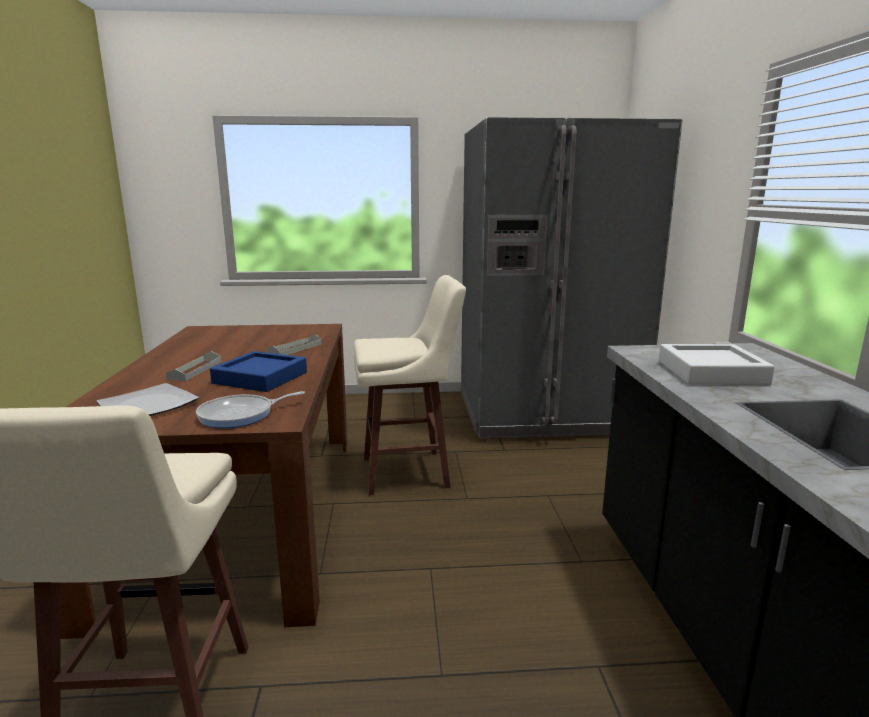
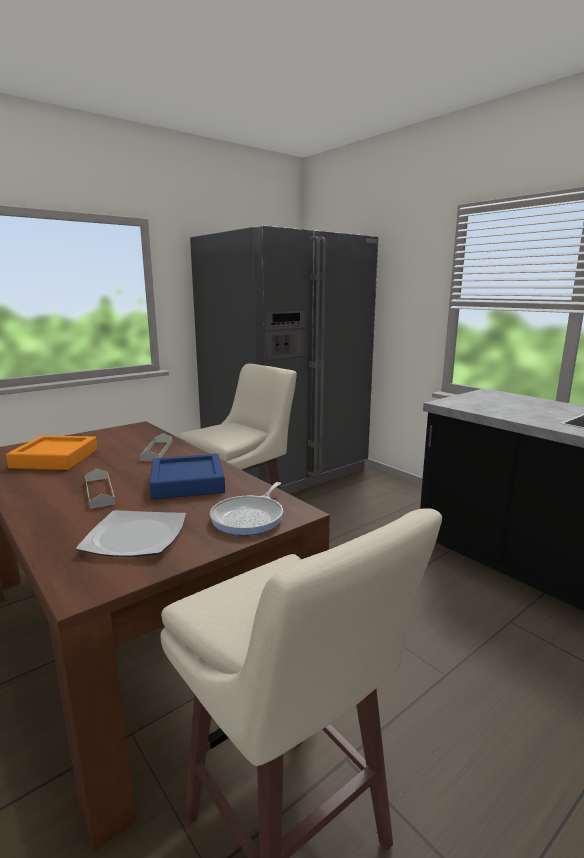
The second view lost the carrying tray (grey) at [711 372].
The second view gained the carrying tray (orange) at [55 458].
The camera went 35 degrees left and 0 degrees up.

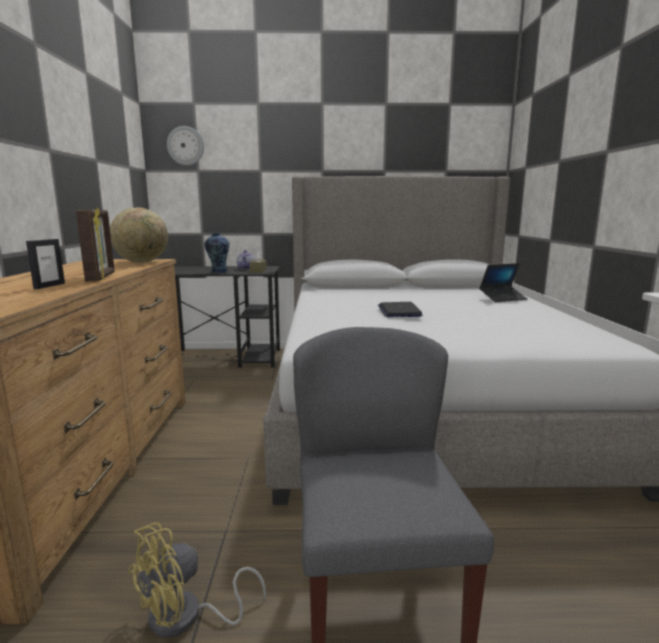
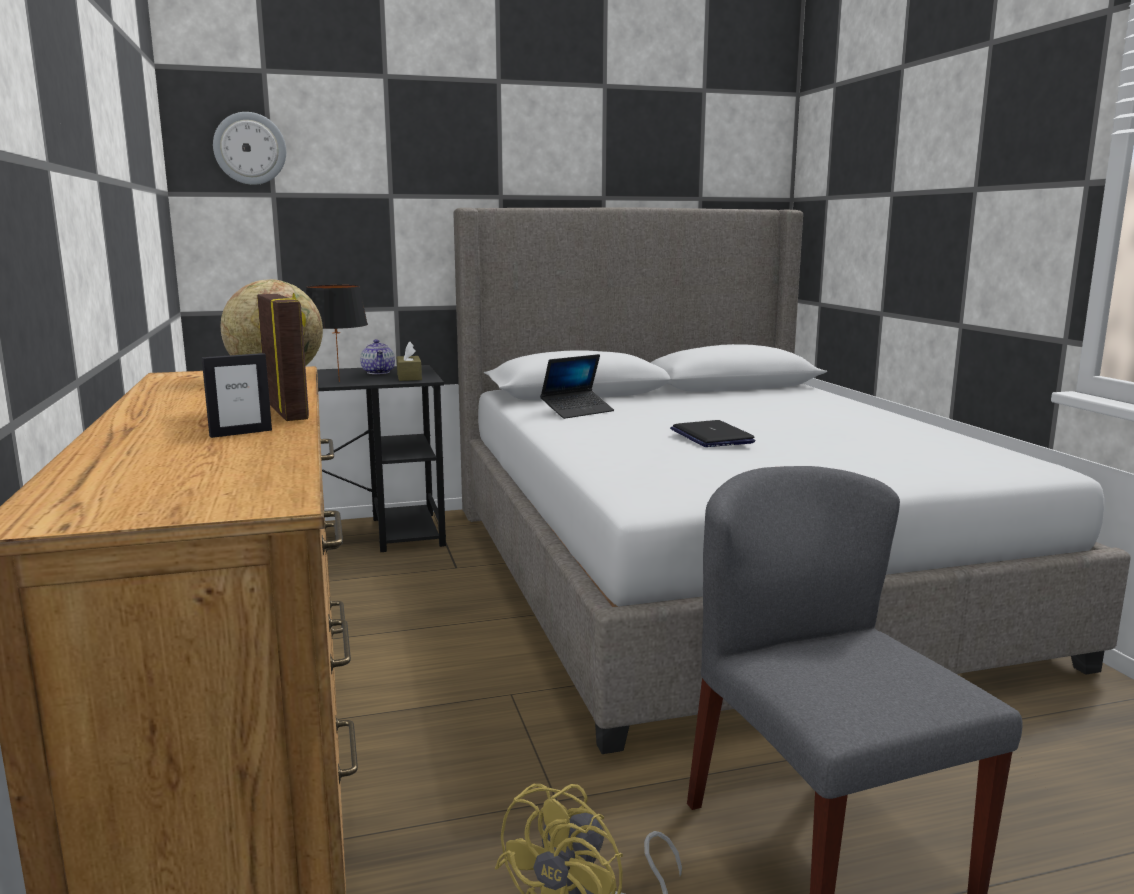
The photo frame at [49 286] ended up facing another way, 60 degrees clockwise from before.
Where the decorative vase stood at [218 272], the lamp for a table (black) came to stand at [338 381].
The notebook computer ended up elsewhere, having gone from [502 298] to [577 411].
The camera went 15 degrees left and 0 degrees up.

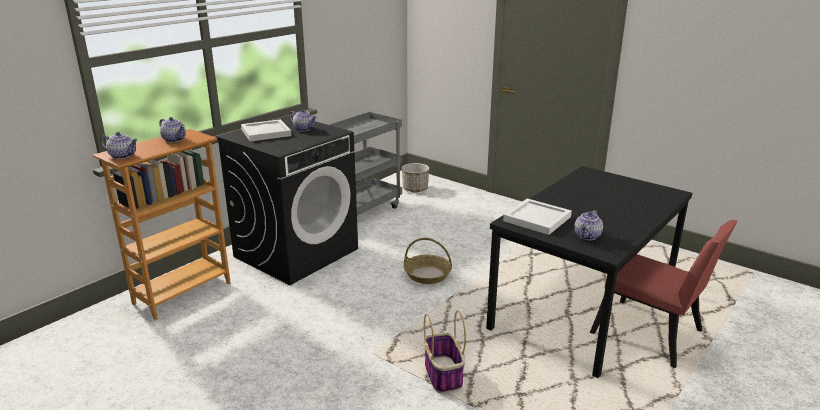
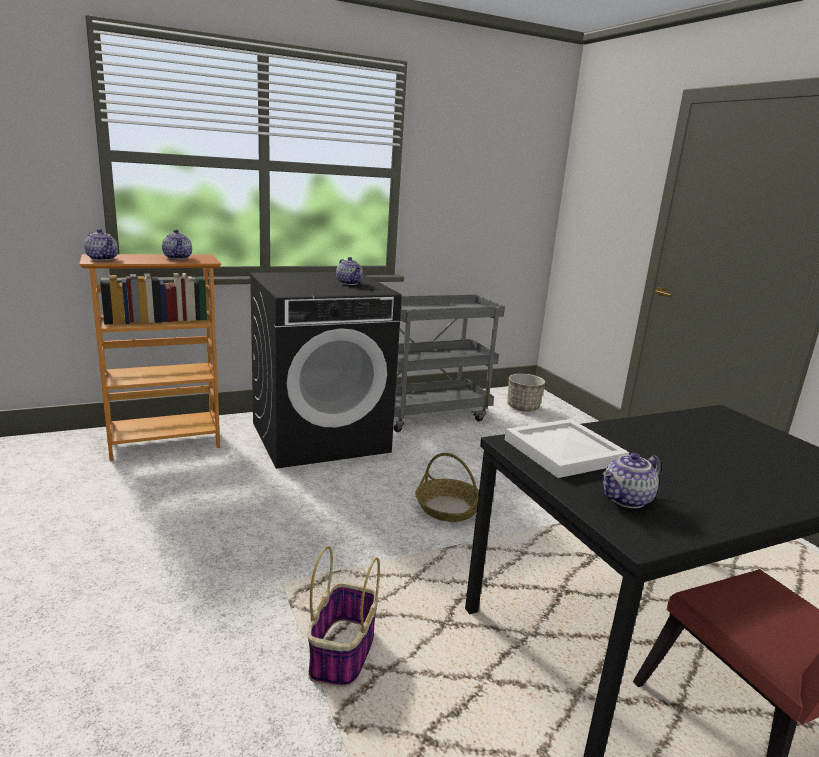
The second view lost the carrying tray (white-coloured) at [265 132].
The camera went 25 degrees right and 5 degrees down.

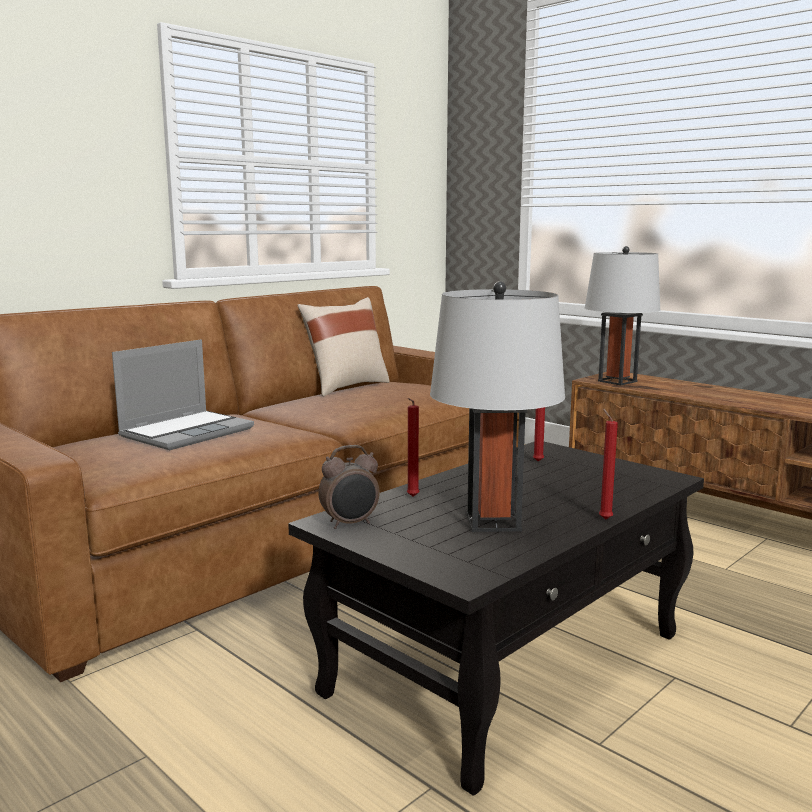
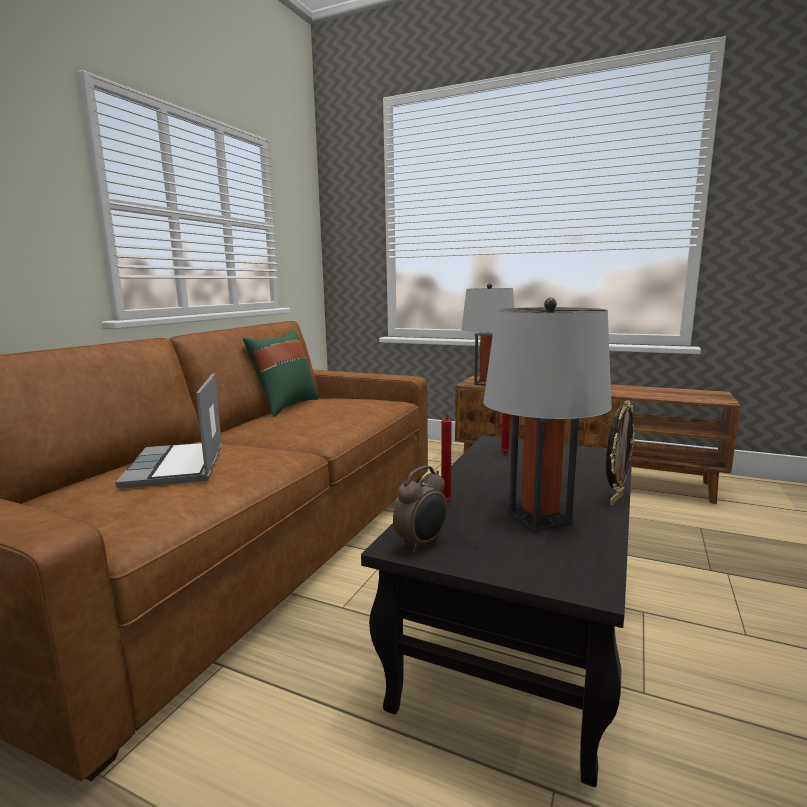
The notebook computer at [187 432] ended up facing another way, 150 degrees clockwise from before.
What was the pillow (sand-coloured) at [345 387] turned into the pillow (green-coloured) at [285 406].
Where the candle (reddish) stood at [603 518], the photo frame came to stand at [615 499].
The camera went 20 degrees left and 0 degrees up.

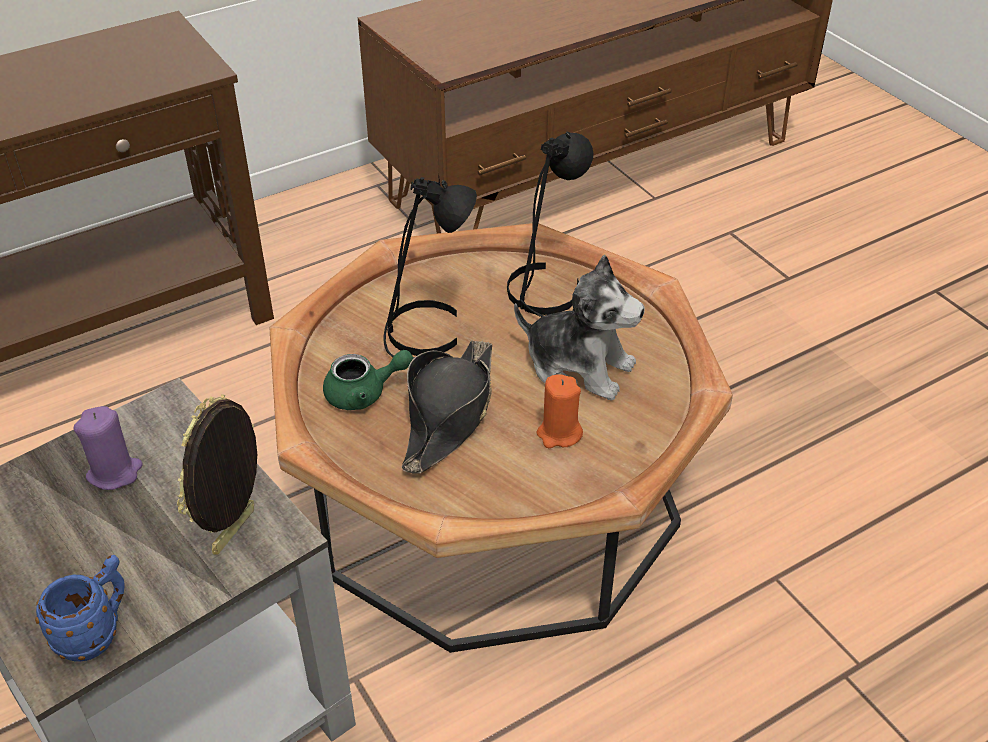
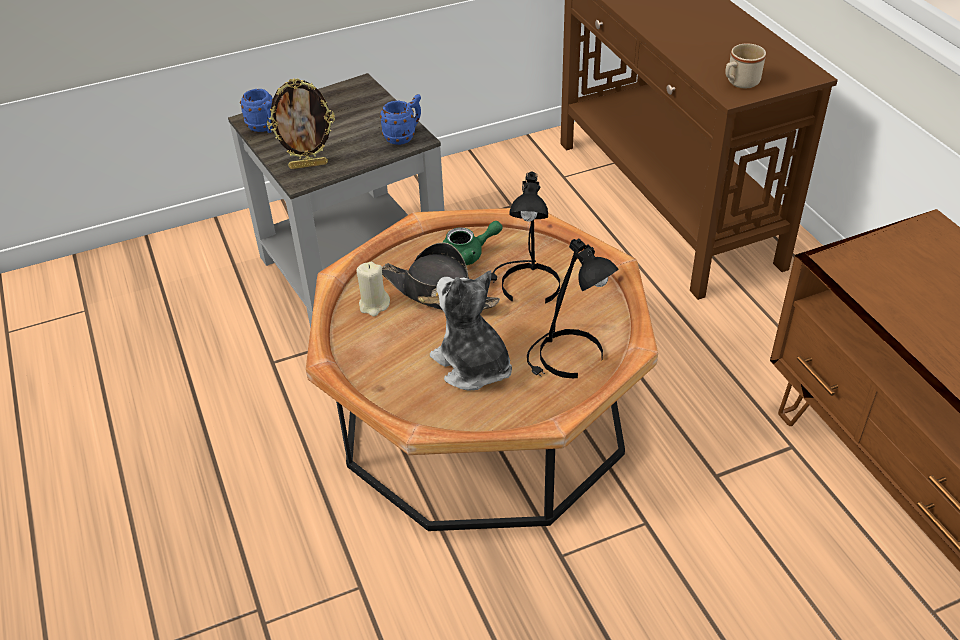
The second view lost the candle (purple) at [115 472].
The photo frame at [236 532] ended up facing another way, 135 degrees clockwise from before.
The pot for tea (green-coloured) at [364 393] ended up facing another way, 105 degrees counterclockwise from before.
The plush toy at [579 367] ended up facing another way, 105 degrees clockwise from before.
The second view lost the candle (orange) at [559 433].
The second view gained the candle (sand-coloured) at [374 305].
The second view gained the tea mug (bluish) at [404 136].
The second view gained the tea mug (sand-coloured) at [739 83].
The camera went 100 degrees right and 0 degrees up.

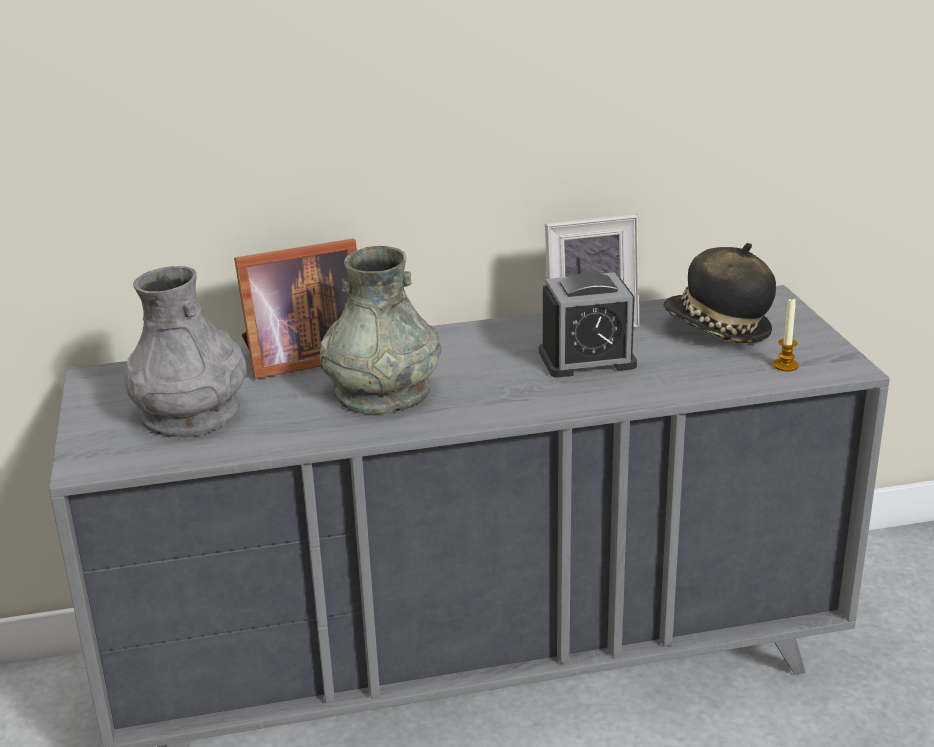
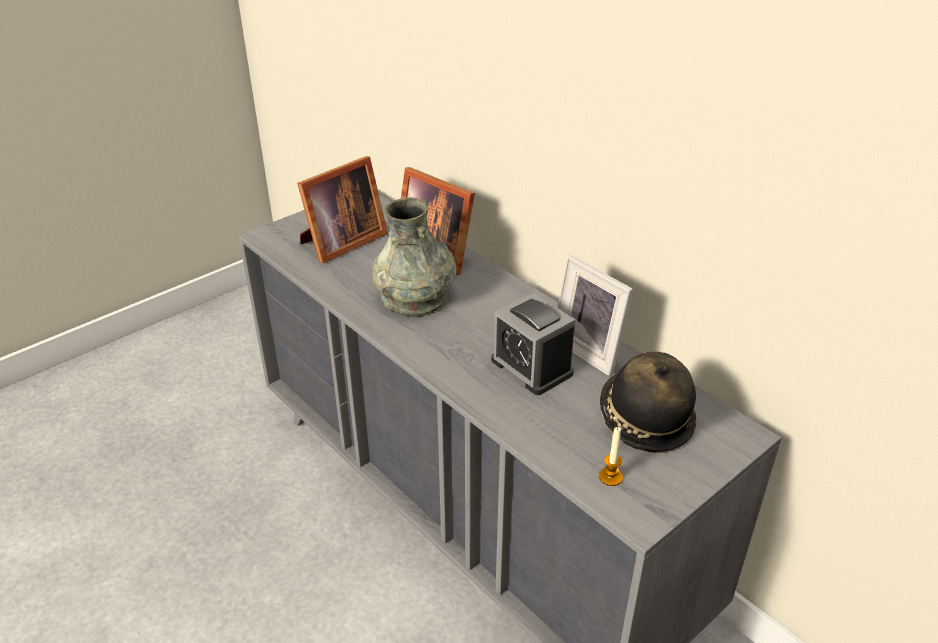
Where the decorative vase (grey) stood at [191 413], the photo frame came to stand at [340 243].
The camera went 60 degrees right and 10 degrees up.

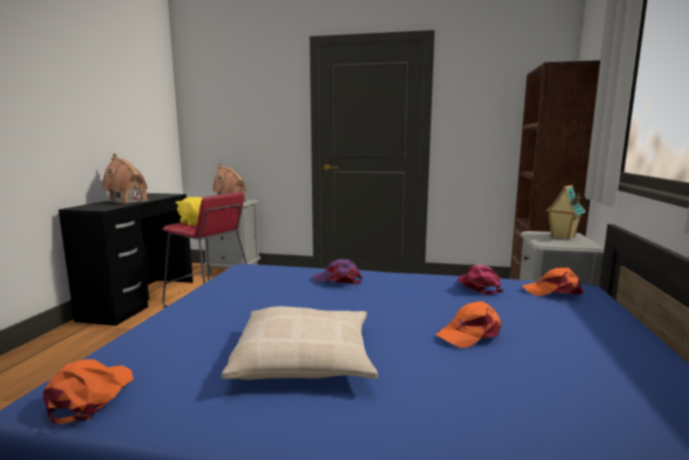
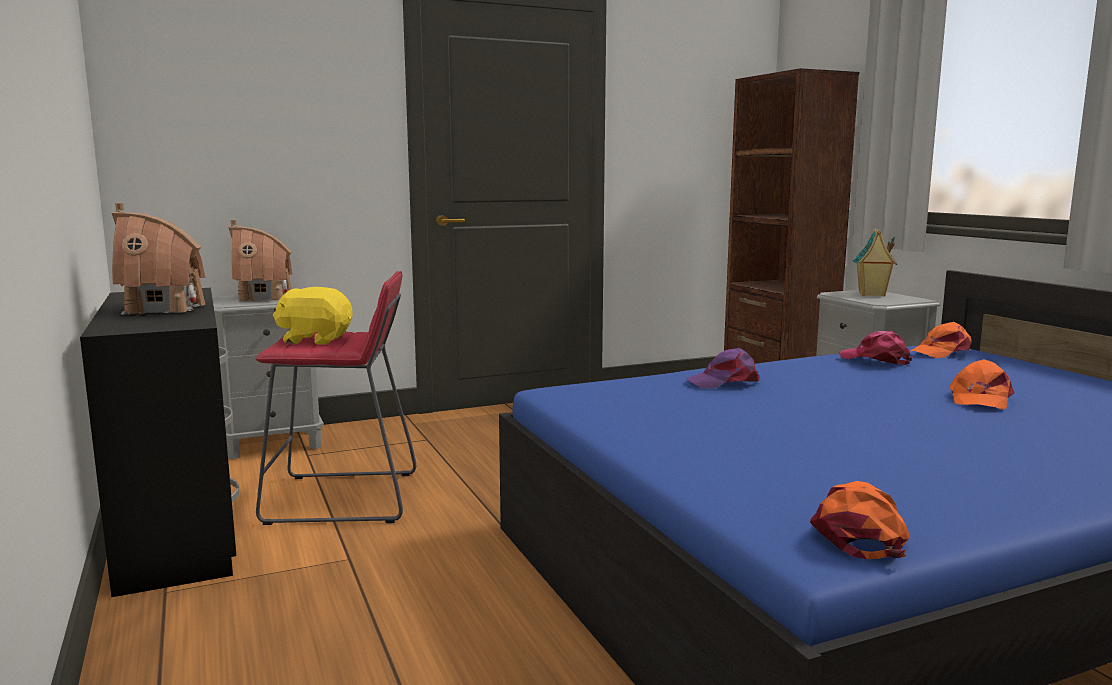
The peaked cap (orange) at [91 396] ended up facing another way, 45 degrees clockwise from before.
The second view lost the pillow (sand-coloured) at [305 359].
The camera went 35 degrees left and 0 degrees up.

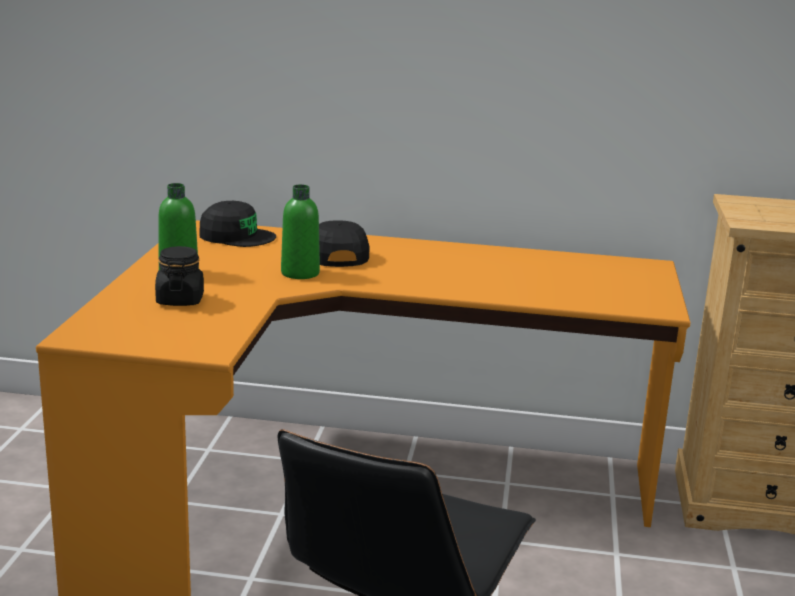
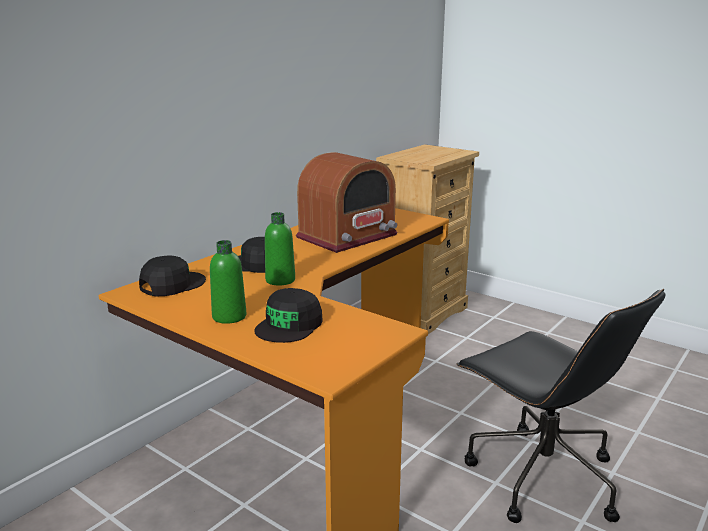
Where the storage jar (black) stood at [180 300], the peaked cap (black) came to stand at [289 325].
The second view gained the radio receiver at [347 236].
The camera went 60 degrees left and 0 degrees up.

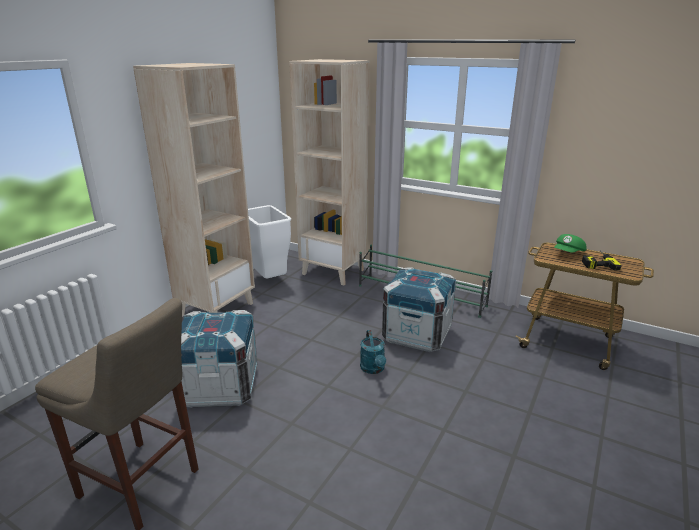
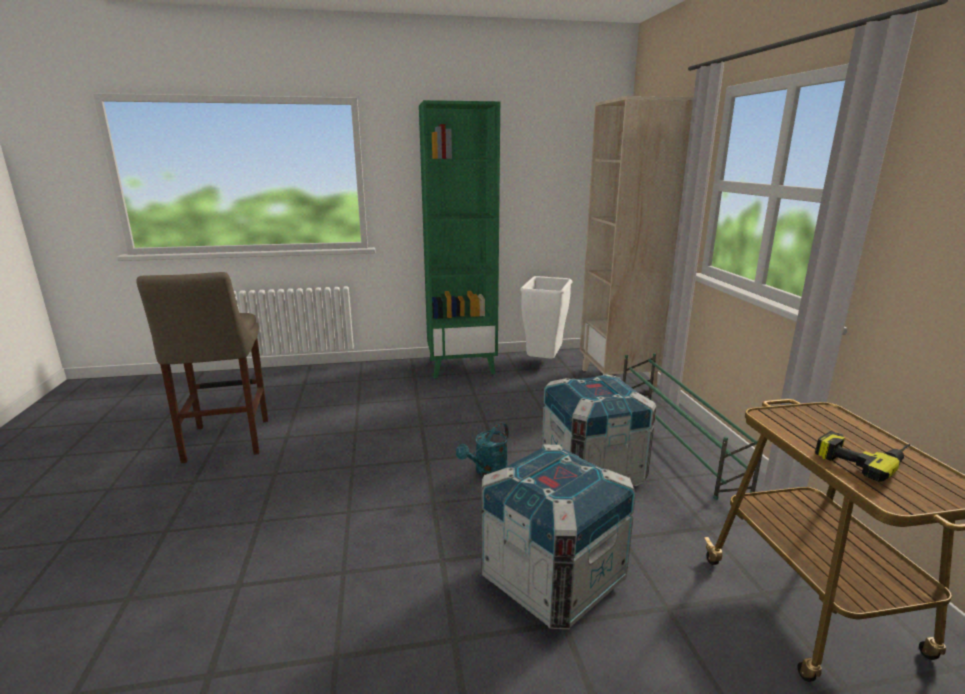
What was the bookshelf (sand-coloured) at [216 309] turned into the bookshelf (green-coloured) at [461 366].
The packing crate ended up elsewhere, having gone from [220 387] to [552 578].
The second view lost the peaked cap (green-coloured) at [568 253].
The camera went 50 degrees right and 5 degrees down.

